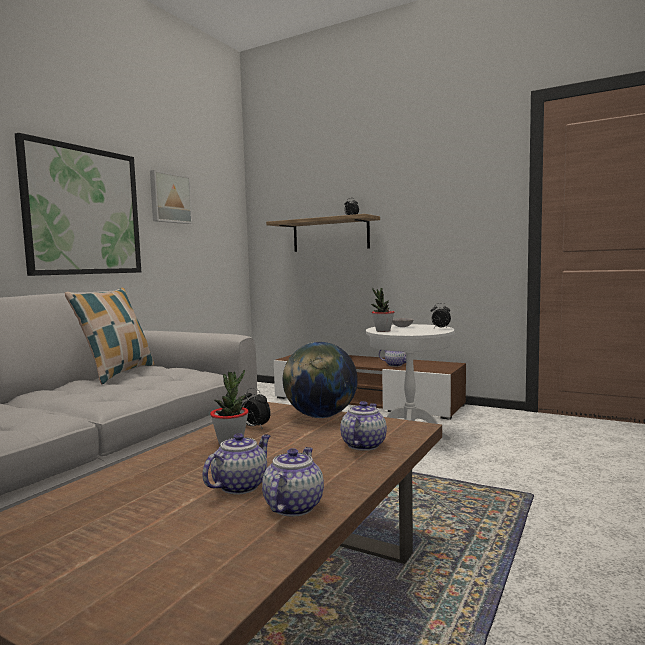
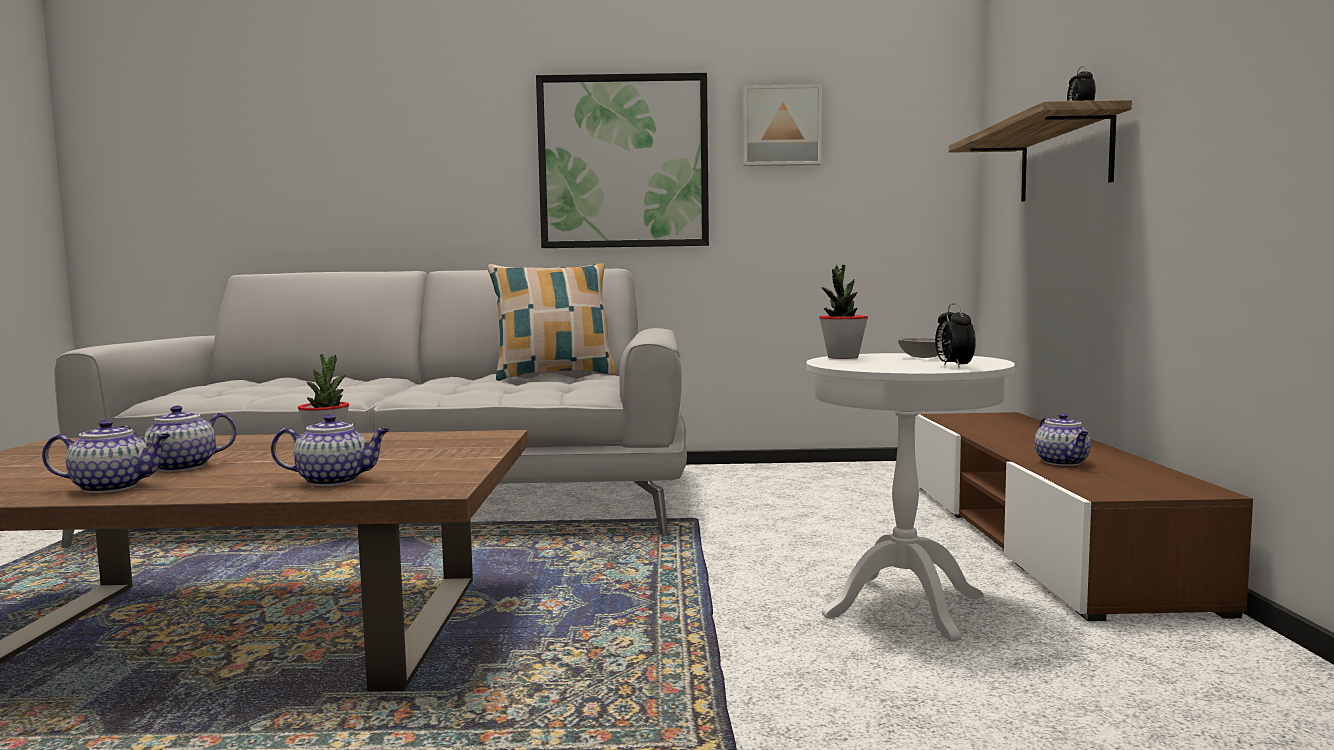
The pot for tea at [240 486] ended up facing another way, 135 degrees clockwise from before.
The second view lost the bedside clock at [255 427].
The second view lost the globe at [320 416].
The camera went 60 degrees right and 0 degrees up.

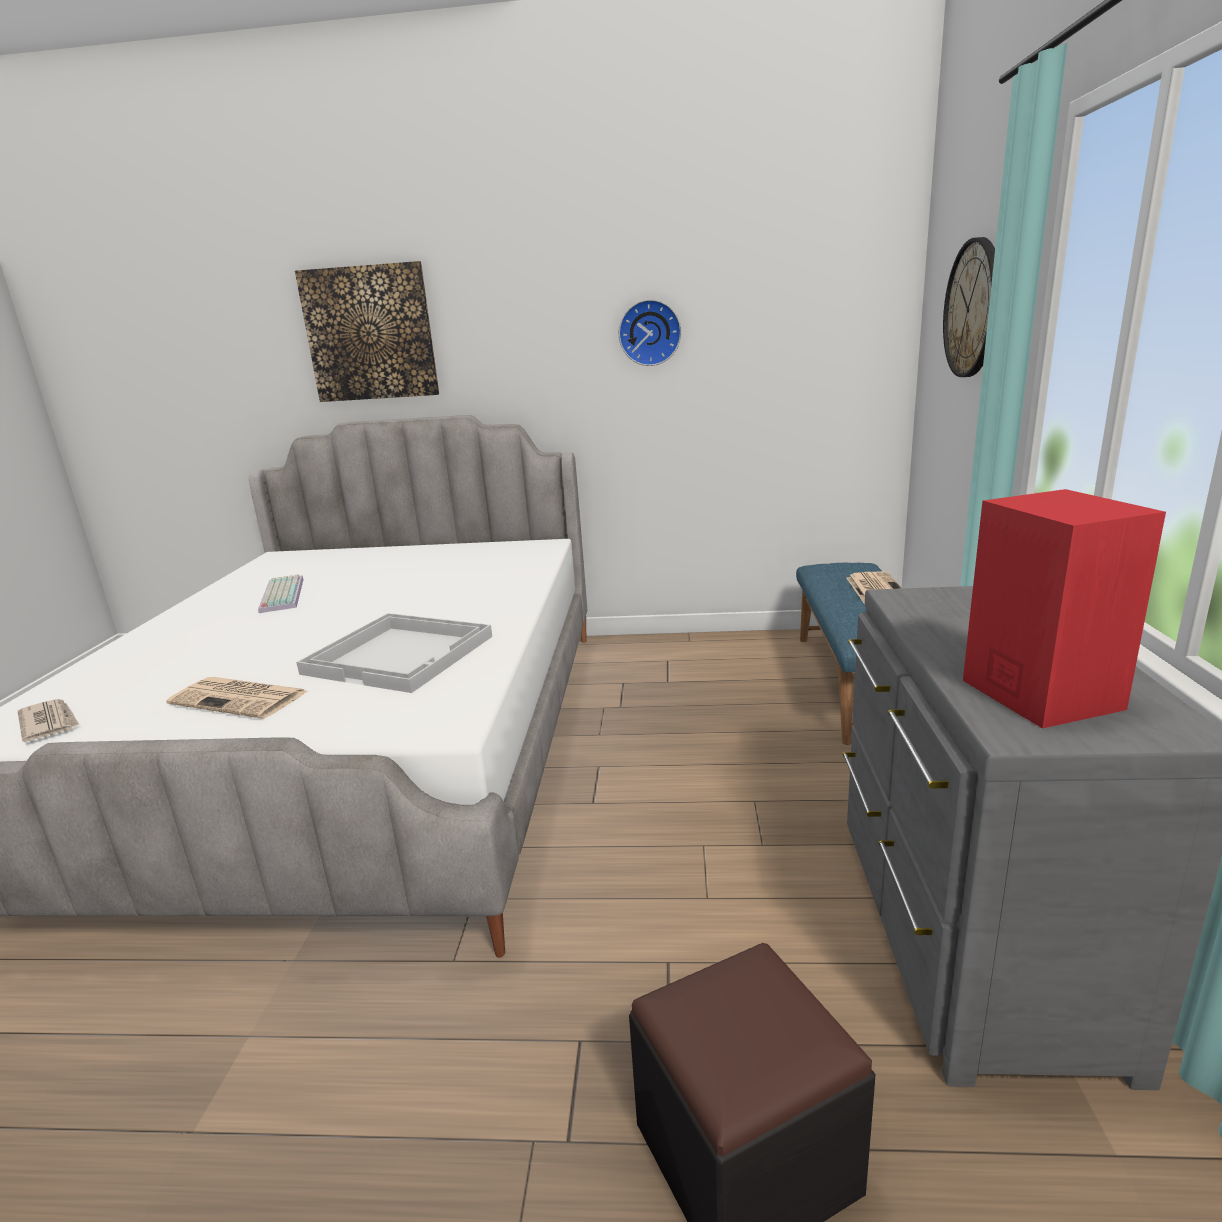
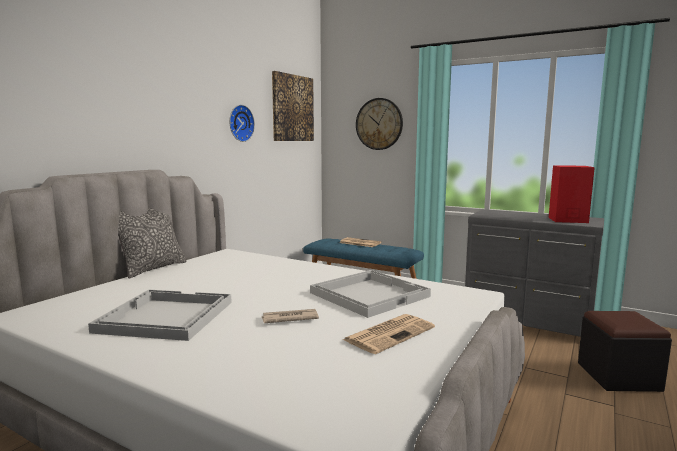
The newspaper ended up elsewhere, having gone from [49 723] to [289 318].
Where the PC keyboard stood at [280 595], the carrying tray (white-coloured) came to stand at [165 317].
The wall picture ended up elsewhere, having gone from [370 333] to [292 108].
The second view gained the pillow at [152 268].
The camera went 65 degrees left and 10 degrees down.

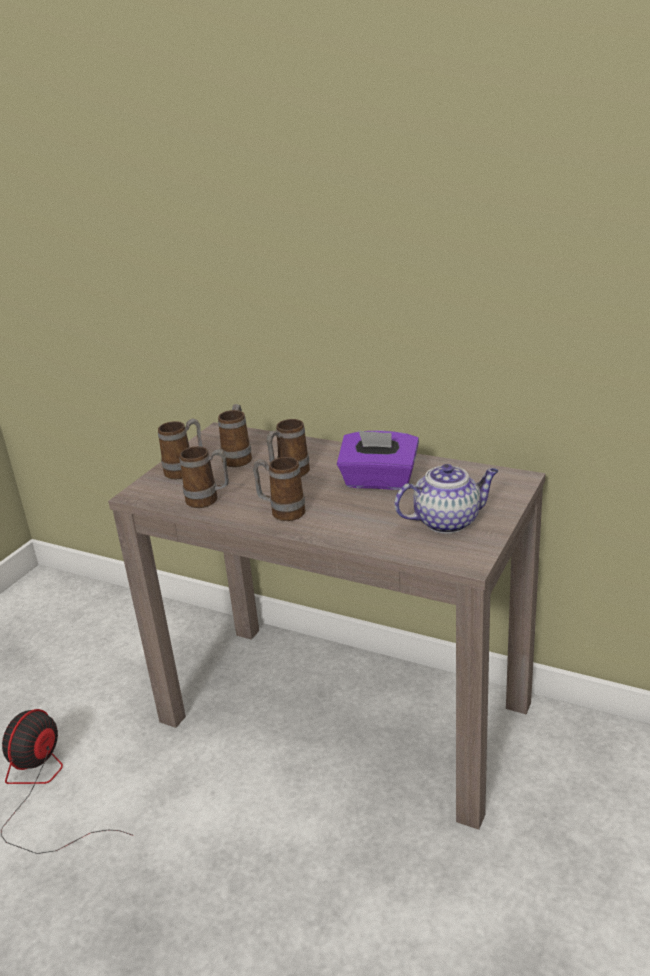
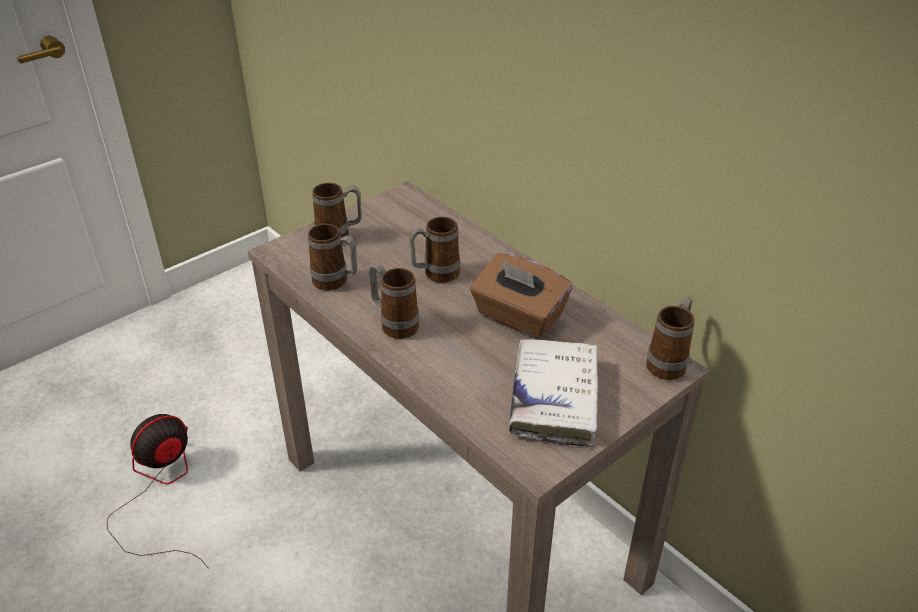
The tea mug ended up elsewhere, having gone from [239 457] to [669 362].
What was the box of tissues (purple) at [379 481] turned into the box of tissues (brown) at [518 317].
Where the pot for tea stood at [448 521], the volume (white-coloured) came to stand at [554 399].
The camera went 20 degrees right and 10 degrees up.

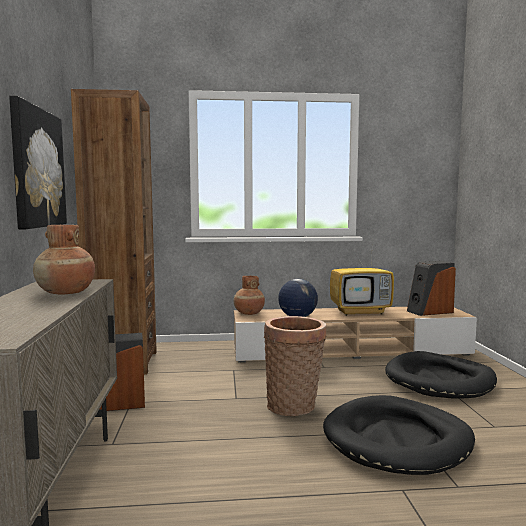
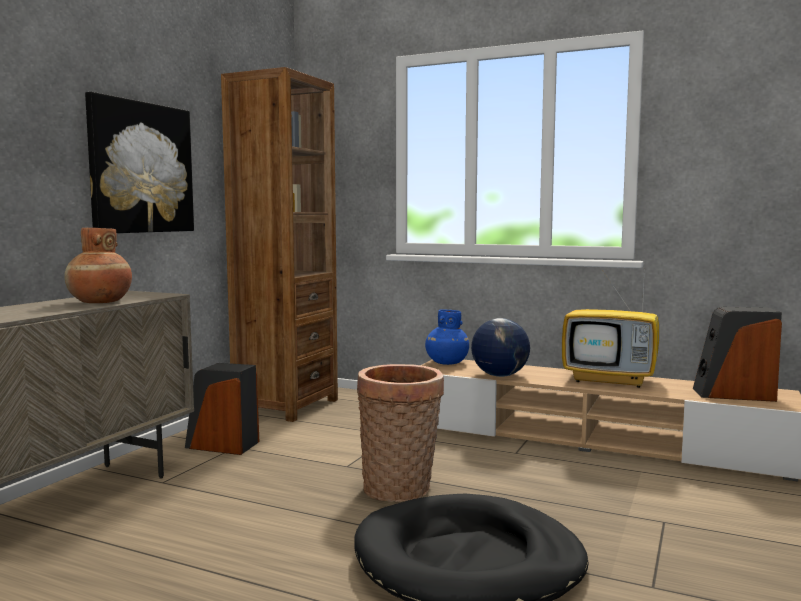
What was the decorative vase (brown) at [249 313] turned into the decorative vase (bluish) at [446 363].
The second view lost the pet bed (black) at [440 380].
The camera went 30 degrees right and 0 degrees up.

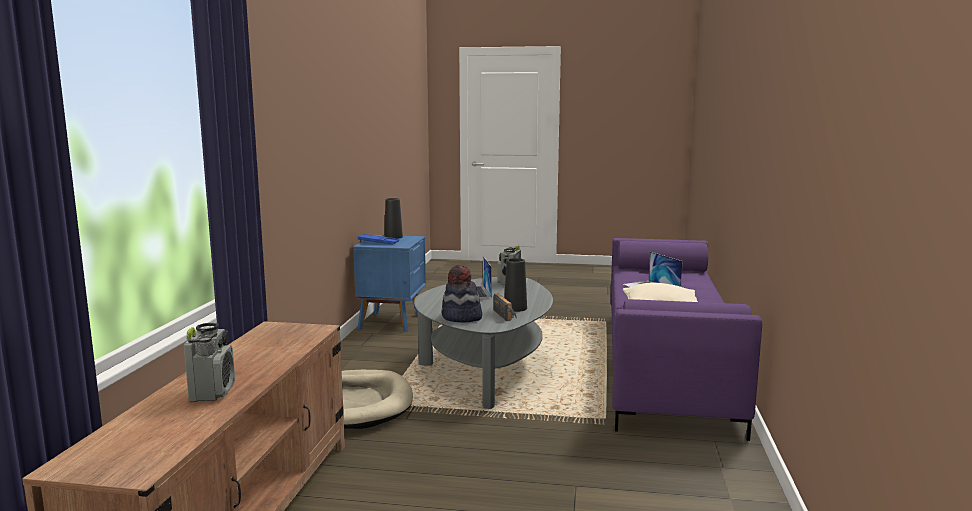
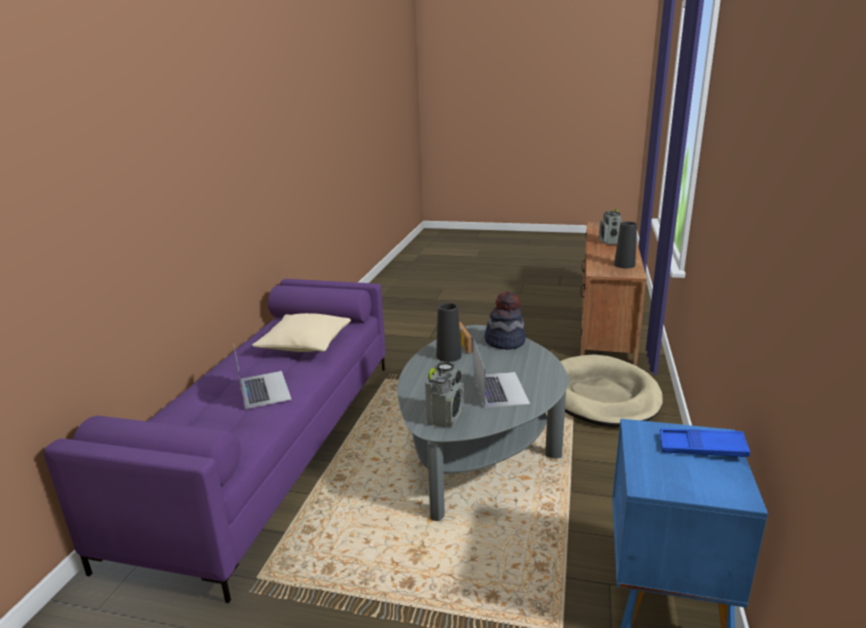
The decorative vase (black) ended up elsewhere, having gone from [393 237] to [624 265].
The camera went 175 degrees left and 10 degrees up.

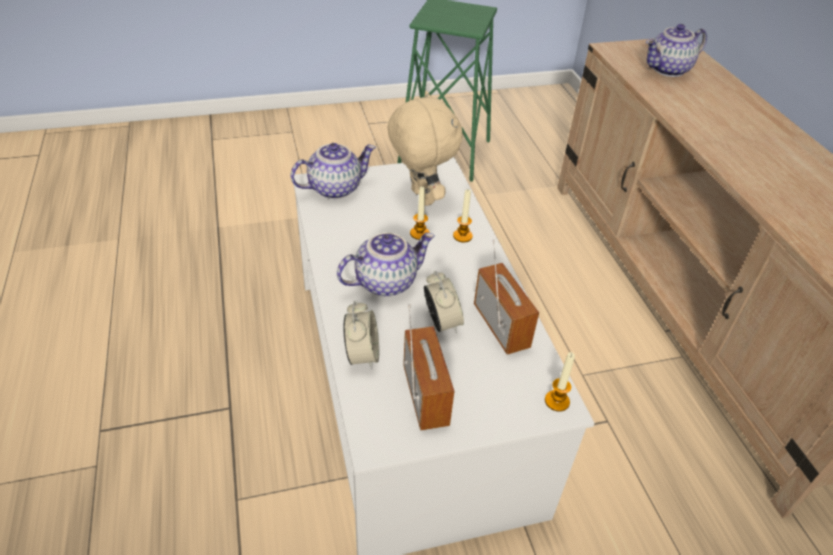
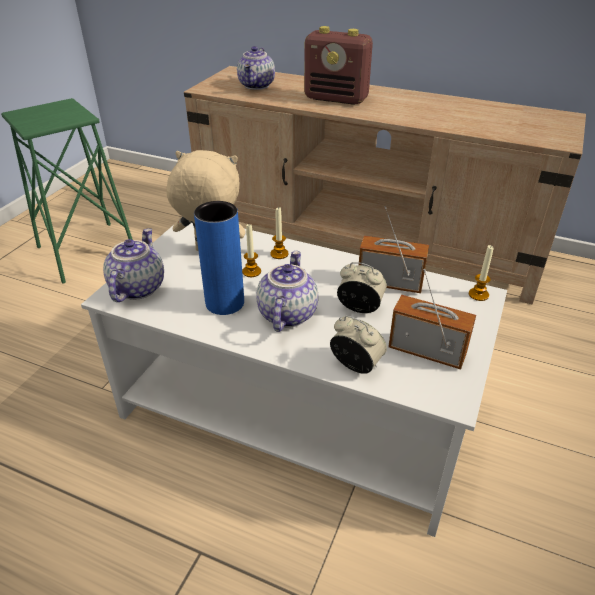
The second view gained the decorative vase (bluish) at [225 303].
The second view gained the radio receiver at [337 99].
The camera went 50 degrees left and 5 degrees down.

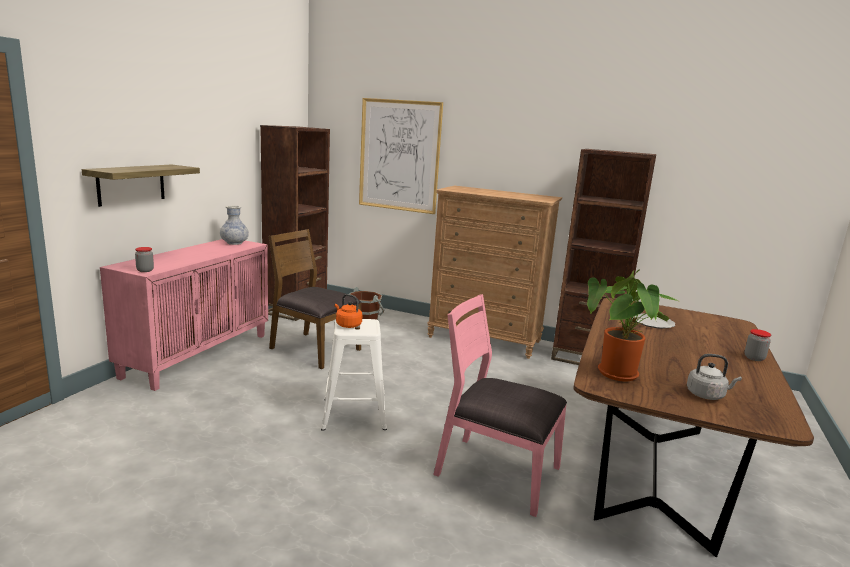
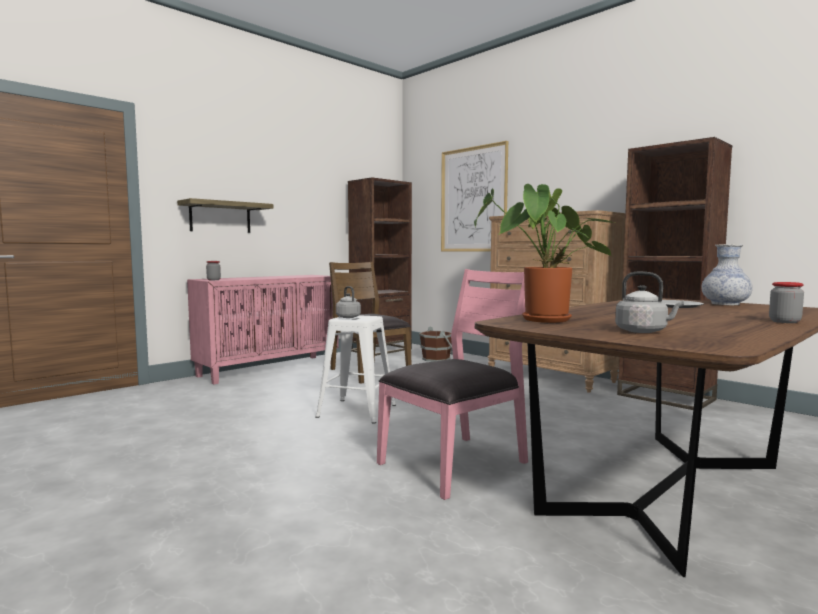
The decorative vase ended up elsewhere, having gone from [234 243] to [725 304].
What was the kettle (orange) at [347 325] turned into the kettle (grey) at [347 317].
The plain chair (pink-coloured) at [496 472] ended up facing another way, 90 degrees clockwise from before.
The camera went 25 degrees right and 10 degrees down.

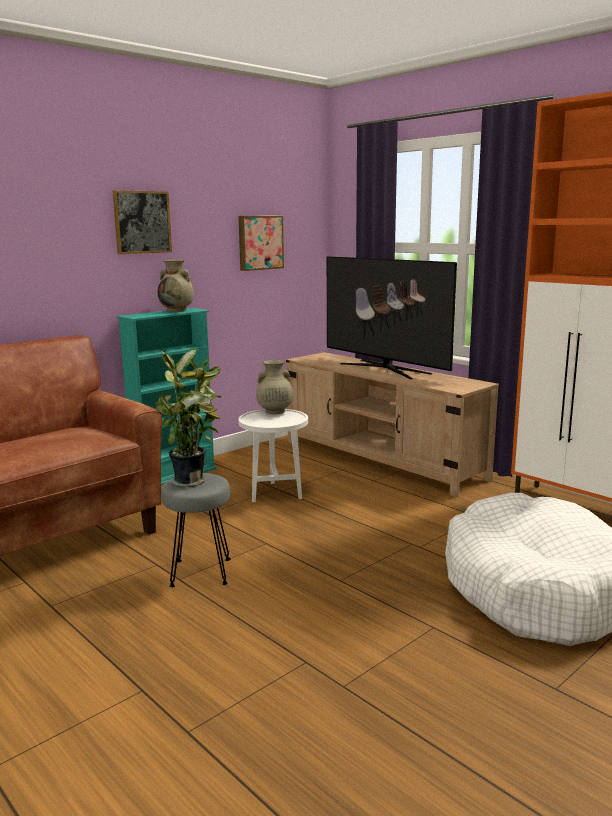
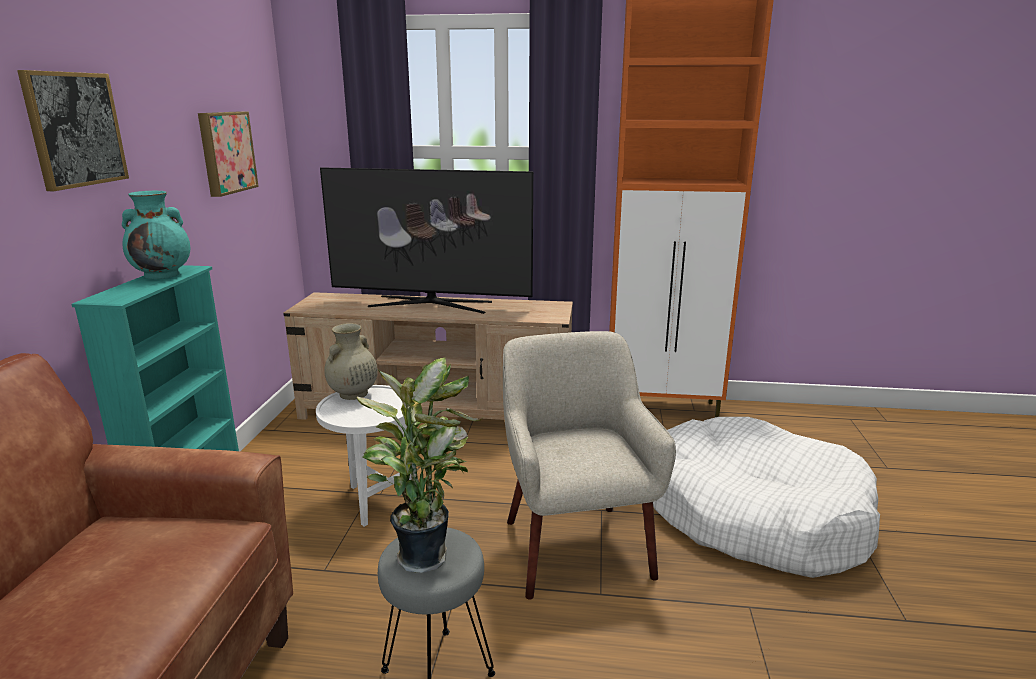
What was the decorative vase (sand-coloured) at [177 310] turned into the decorative vase (turquoise-coloured) at [163 275].
The second view gained the armchair (sand-coloured) at [575 547].
The camera went 40 degrees left and 5 degrees up.

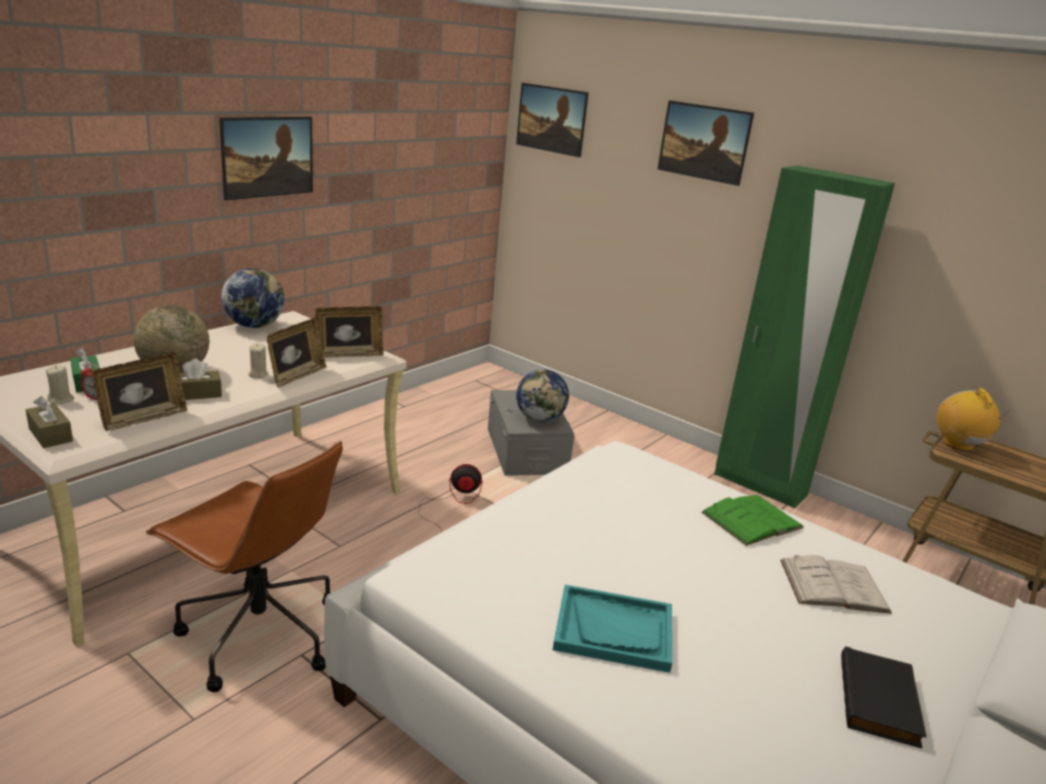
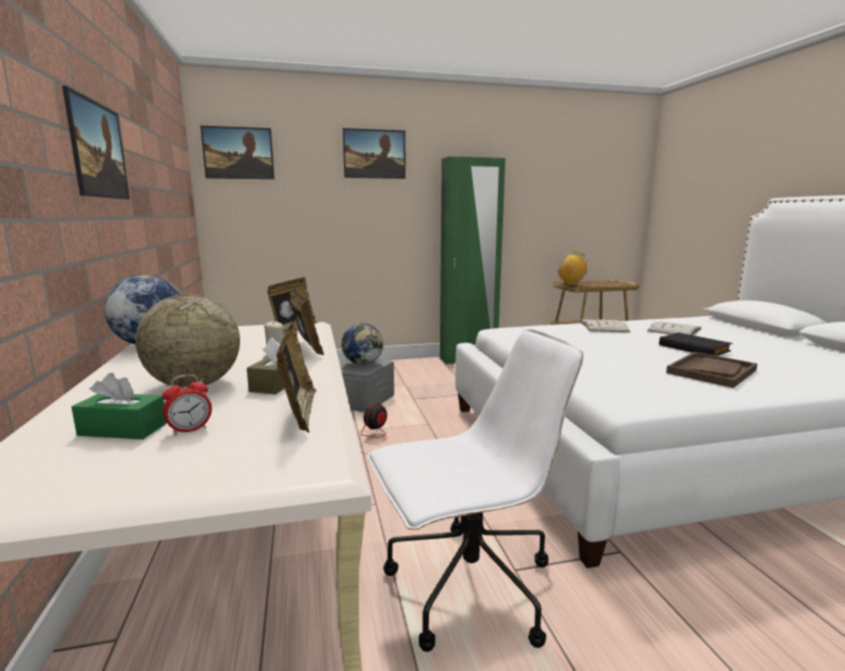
The second view lost the box of tissues (brown) at [50 435].
The second view lost the candle (sand-coloured) at [61 399].
What was the office chair (brown) at [257 634] turned into the office chair (white-coloured) at [467 589].
What was the carrying tray (turquoise-coloured) at [614 630] turned into the carrying tray (brown) at [711 371].
What was the volume (green-coloured) at [752 520] turned into the volume (white-coloured) at [603 326].
The volume (black) ended up elsewhere, having gone from [881 702] to [695 348].
The camera went 50 degrees left and 10 degrees down.

